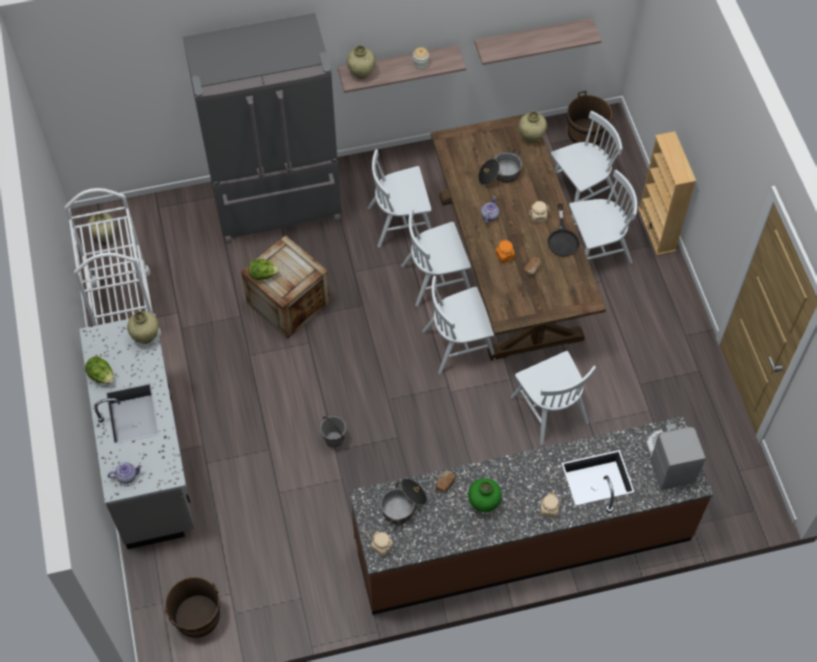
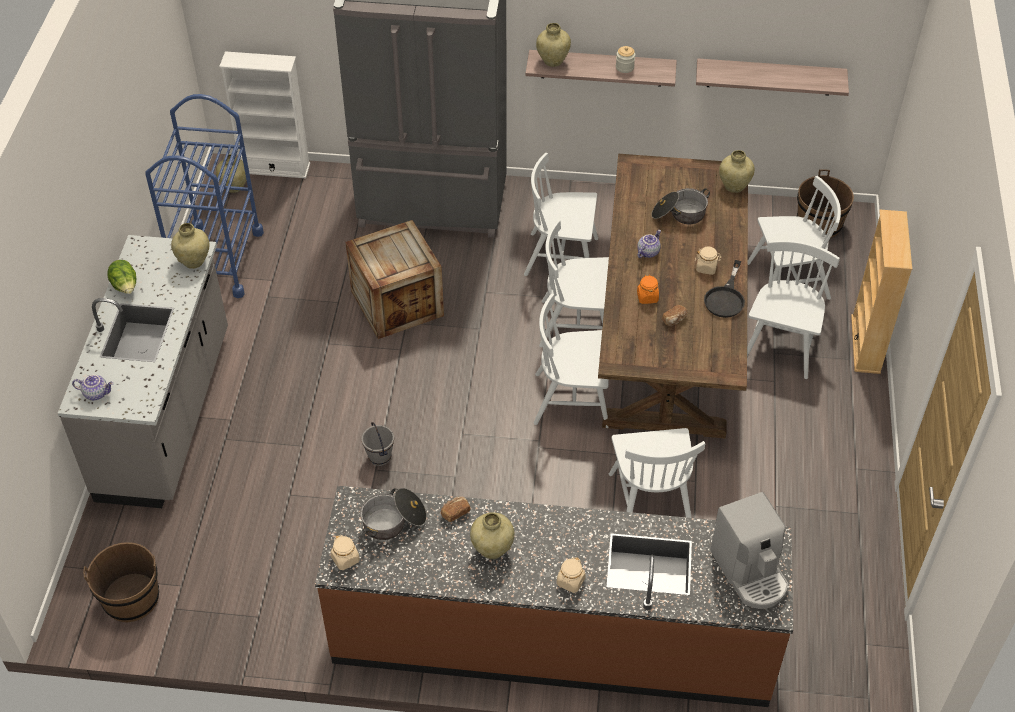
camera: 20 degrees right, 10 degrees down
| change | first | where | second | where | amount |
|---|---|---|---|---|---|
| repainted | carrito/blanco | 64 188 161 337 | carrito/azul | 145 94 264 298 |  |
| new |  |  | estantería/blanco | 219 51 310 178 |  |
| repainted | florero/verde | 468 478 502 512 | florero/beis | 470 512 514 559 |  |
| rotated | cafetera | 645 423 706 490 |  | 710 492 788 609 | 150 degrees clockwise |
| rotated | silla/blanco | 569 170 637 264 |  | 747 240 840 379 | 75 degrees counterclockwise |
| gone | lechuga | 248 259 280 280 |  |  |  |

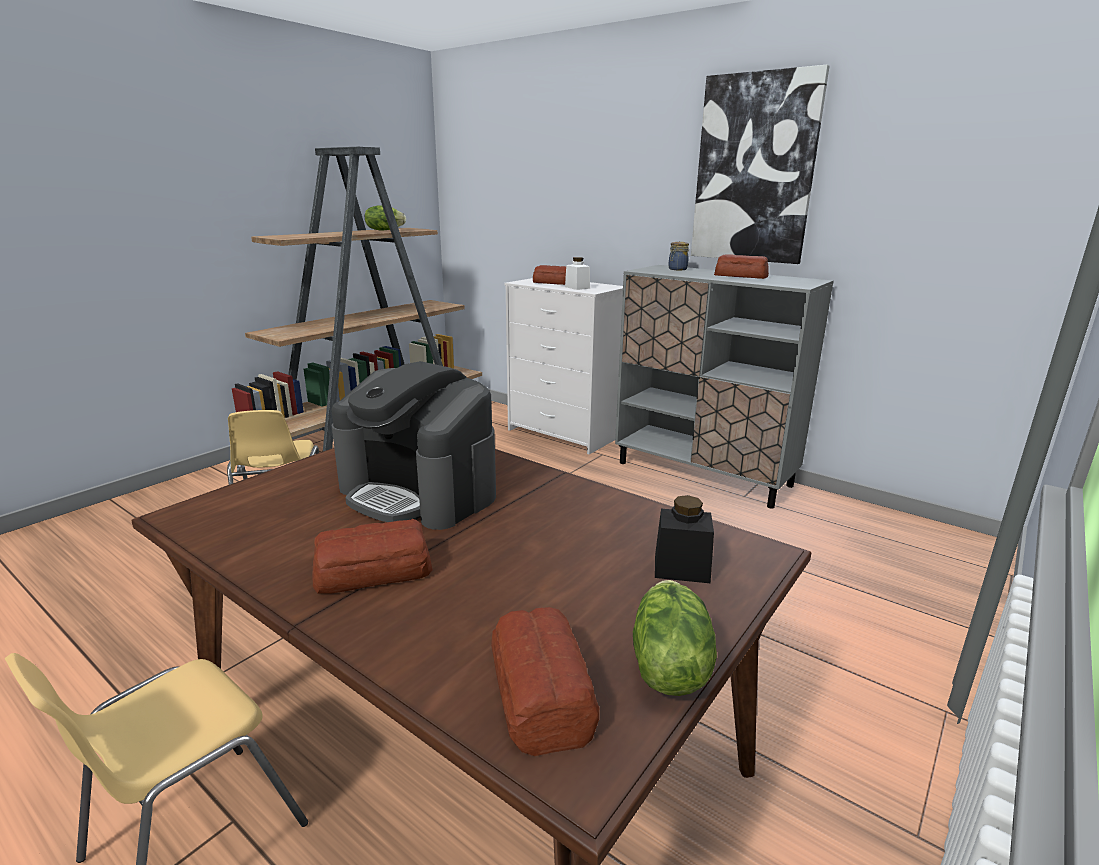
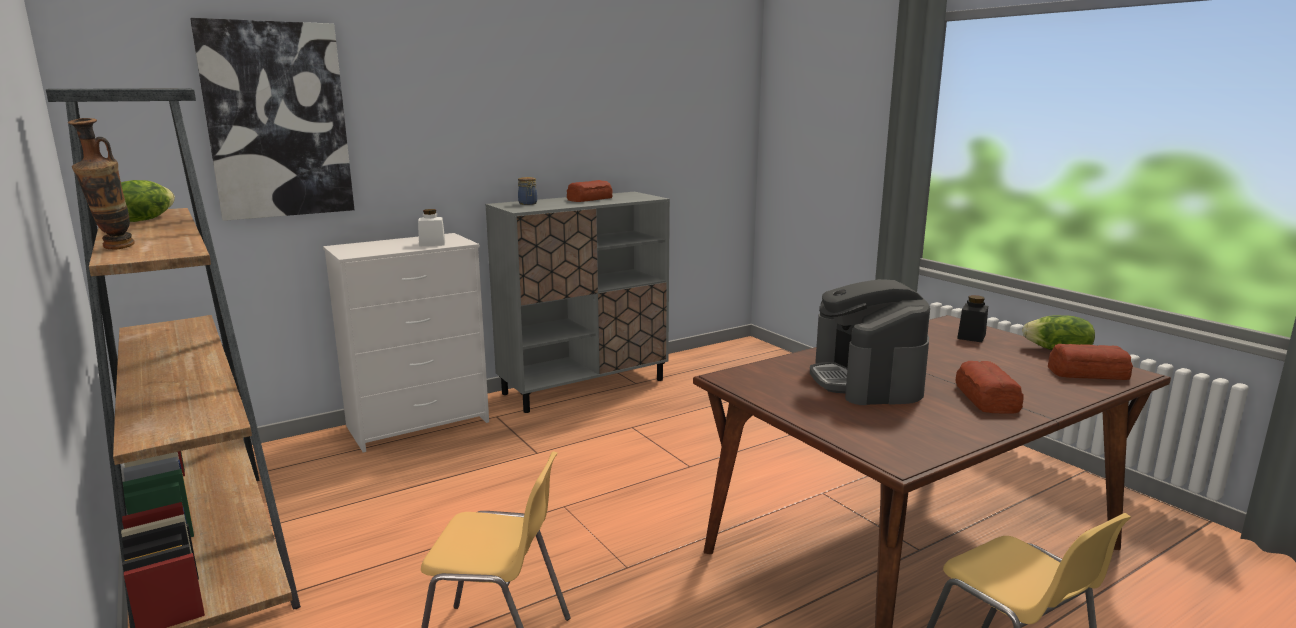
camera: 70 degrees left, 5 degrees down
| change | first | where | second | where | amount |
|---|---|---|---|---|---|
| new |  |  | florero | 68 118 135 250 |  |
| shifted | cuadro | 691 65 829 264 |  | 190 18 354 221 |  |
| rotated | cafetera | 331 361 496 530 |  | 810 279 930 405 | 120 degrees clockwise |
| gone | pan | 533 265 566 285 |  |  |  |

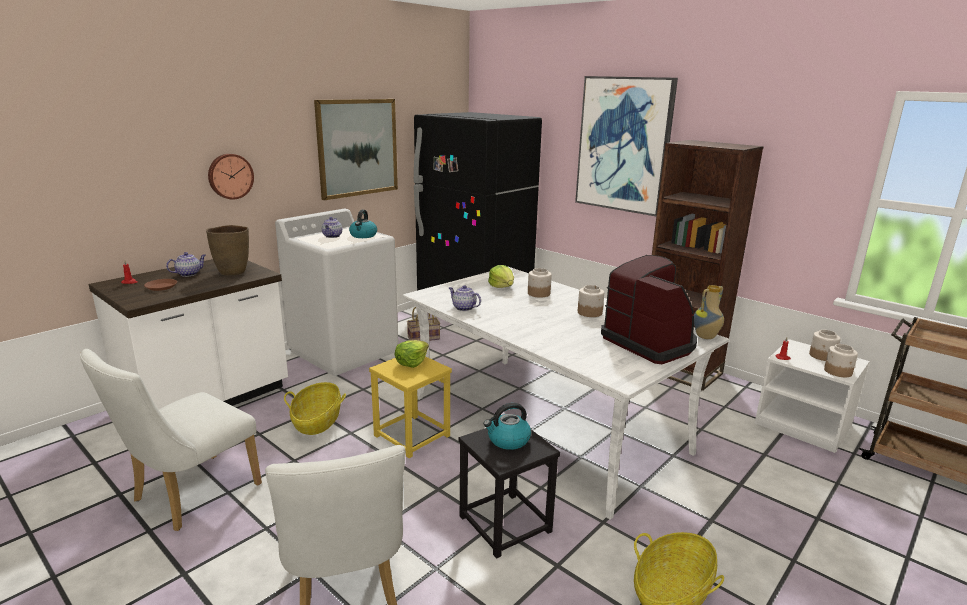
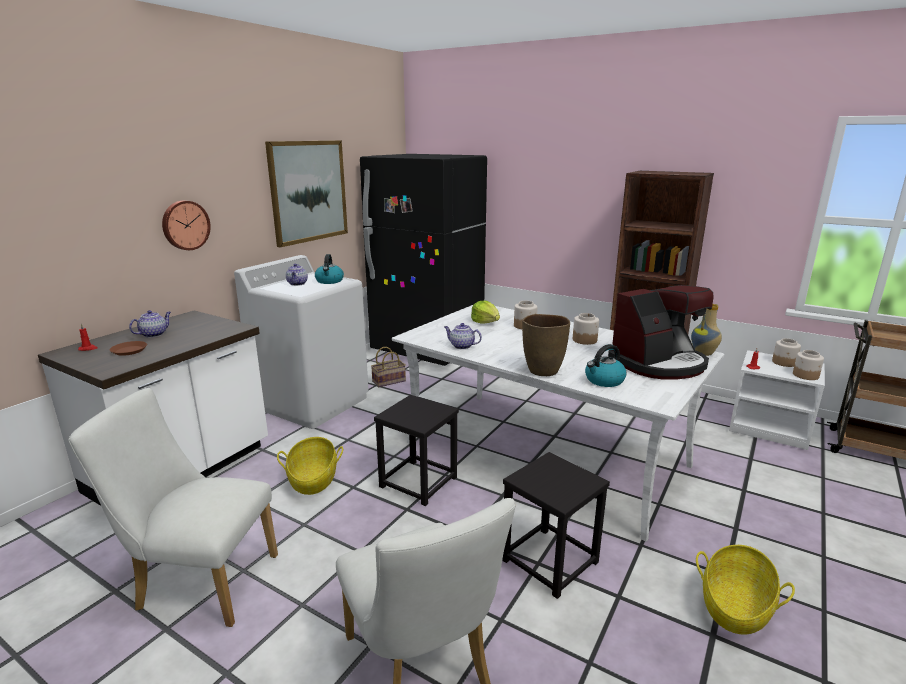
camera: 10 degrees left, 0 degrees up
| change | first | where | second | where | amount |
|---|---|---|---|---|---|
| rotated | silla/blanco | 80 349 262 531 |  | 69 388 278 627 | 75 degrees clockwise |
| repainted | taburete/amarillo | 369 356 452 458 | taburete/negro | 374 395 459 506 |  |
| shifted | florero/marrón | 206 225 249 276 |  | 522 314 570 376 |  |
| shifted | hervidor | 484 403 531 450 |  | 585 344 627 387 |  |
| rotated | cafetera | 601 255 697 364 |  | 608 285 714 380 | 105 degrees clockwise |
| gone | lechuga | 395 340 429 368 |  |  |  |
| gone | cuadro | 575 76 678 216 |  |  |  |

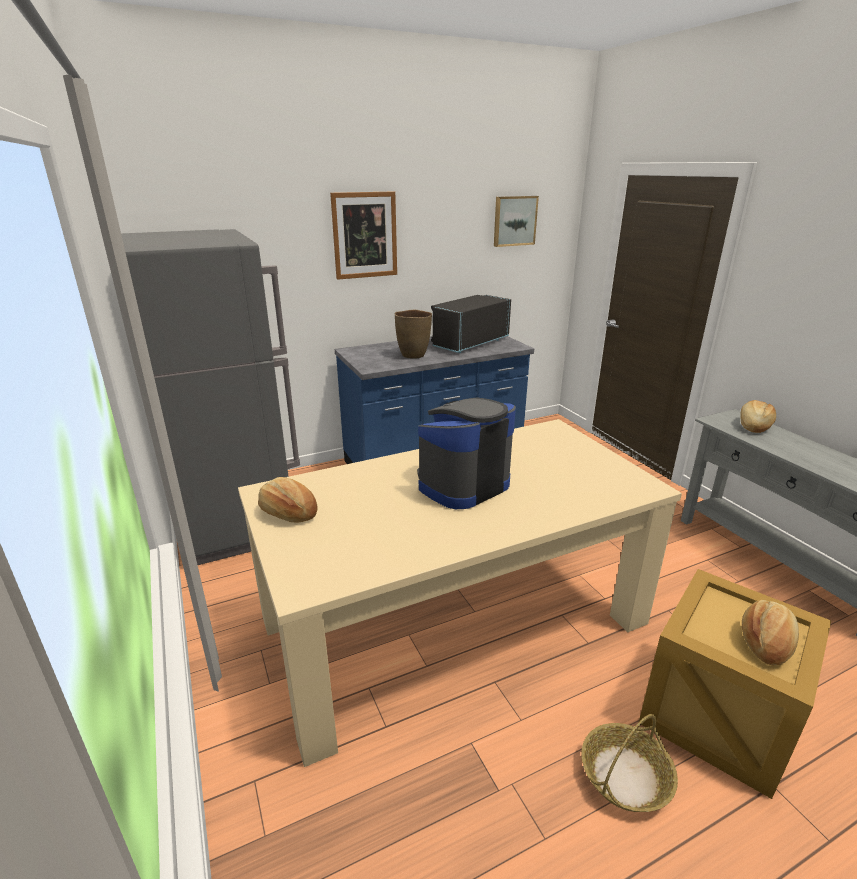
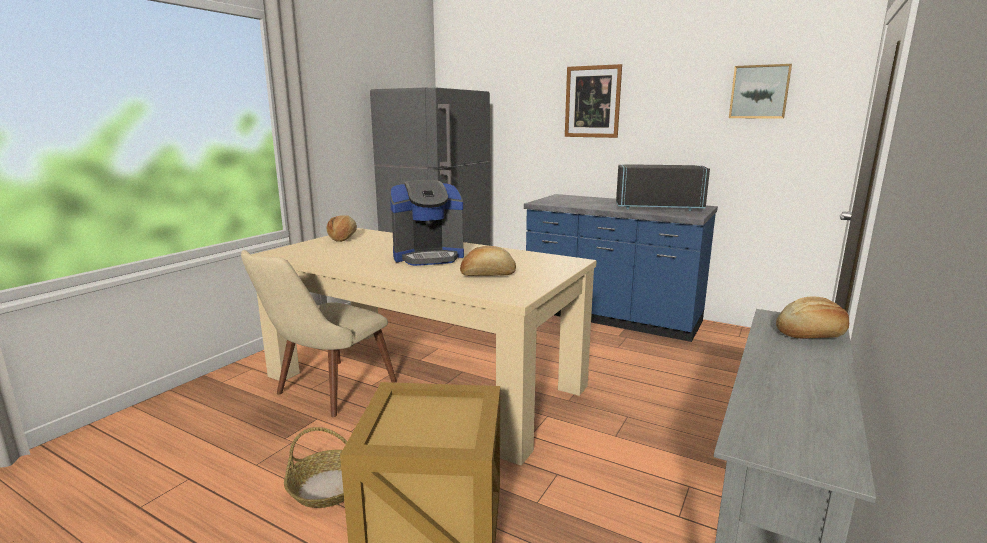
camera: 55 degrees right, 10 degrees down
| change | first | where | second | where | amount |
|---|---|---|---|---|---|
| new |  |  | silla/beis | 241 250 397 417 |  |
| rotated | cafetera | 417 398 516 509 |  | 390 180 464 266 | 150 degrees clockwise |
| shifted | pan | 742 600 799 666 |  | 460 246 516 276 |  |
| gone | florero/marrón | 395 310 432 359 |  |  |  |

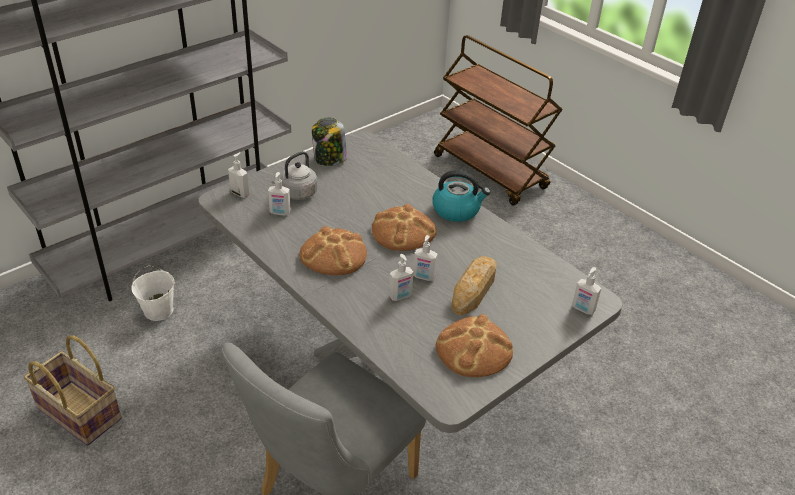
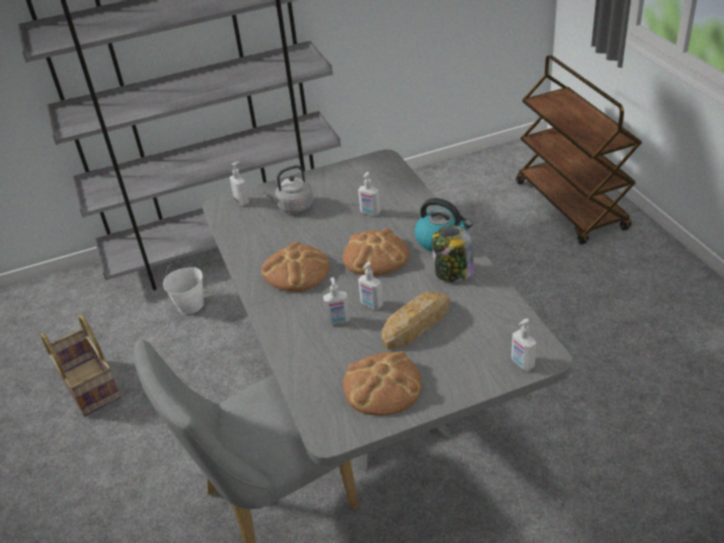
camera: 25 degrees right, 0 degrees up
| change | first | where | second | where | amount |
|---|---|---|---|---|---|
| shifted | dispensador de jabón | 268 172 291 216 |  | 358 172 381 216 |  |
| shifted | tarro | 312 118 347 166 |  | 432 225 474 282 |  |

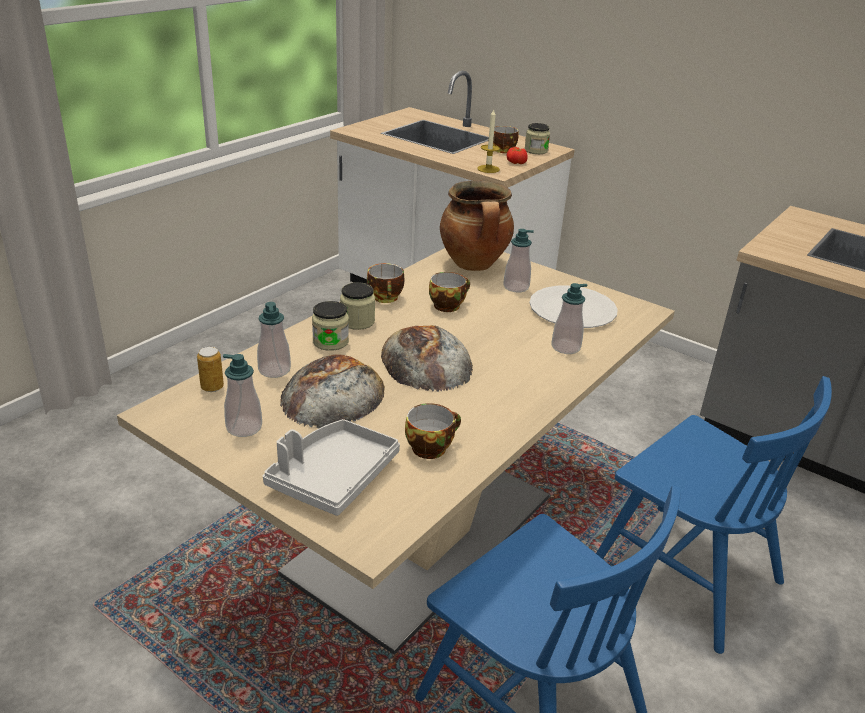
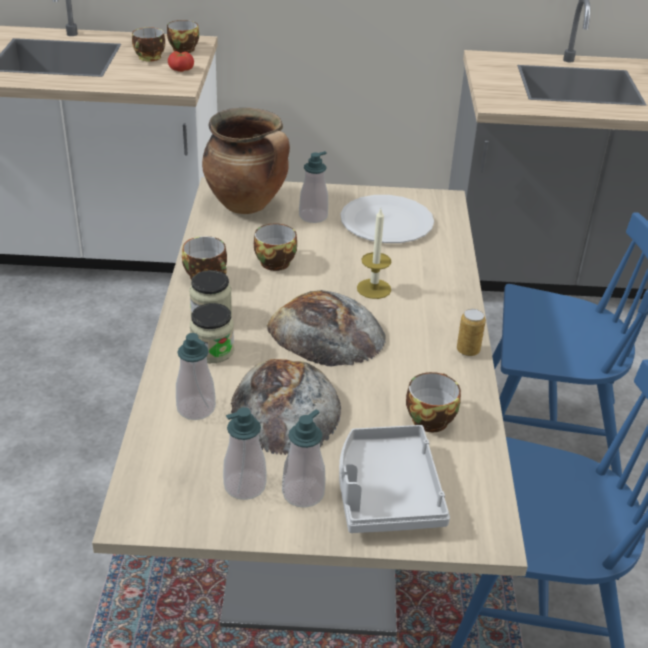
camera: 35 degrees left, 5 degrees up
| change | first | where | second | where | amount |
|---|---|---|---|---|---|
| swapped | tarro | 524 123 550 154 | taza | 167 20 199 53 |  |
| shifted | dispensador de jabón | 551 283 588 354 |  | 282 409 325 508 |  |
| shifted | vela | 477 109 500 173 |  | 357 209 391 299 |  |
| shifted | lata | 197 346 224 392 |  | 457 309 486 356 |  |

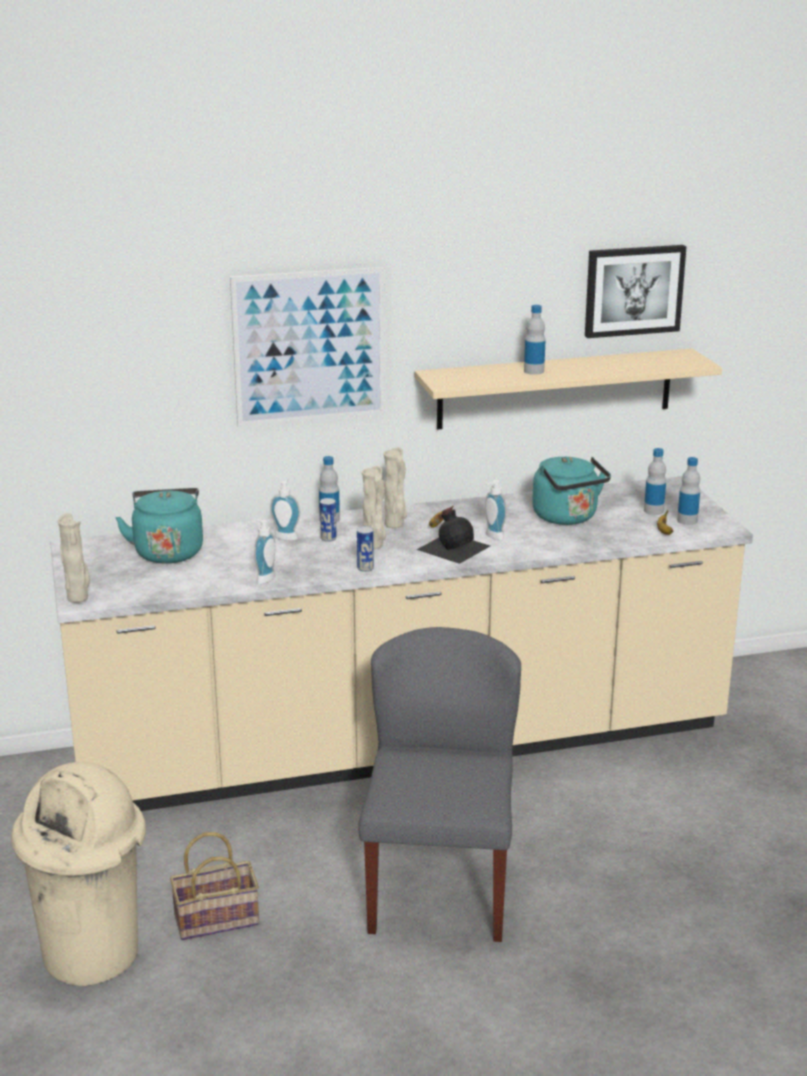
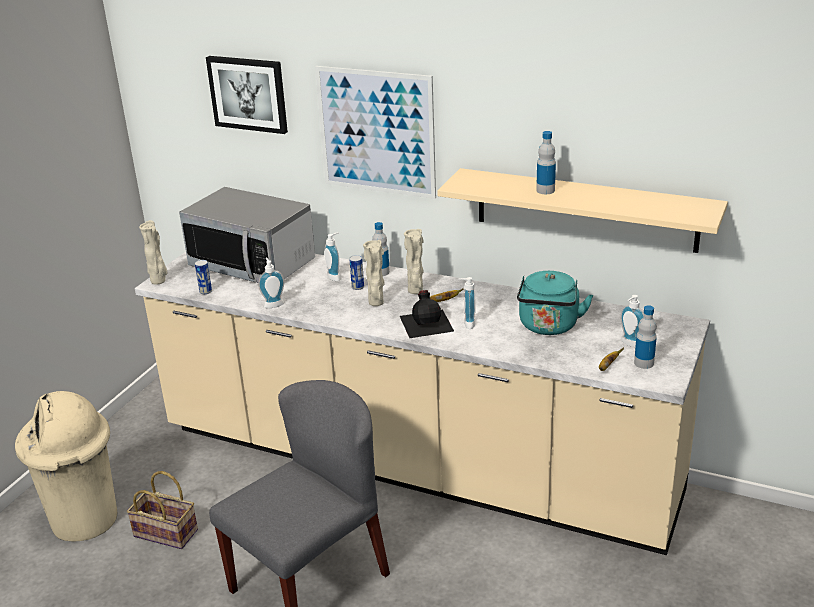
camera: 40 degrees right, 5 degrees up
| change | first | where | second | where | amount |
|---|---|---|---|---|---|
| swapped | hervidor/turquesa | 115 488 203 564 | microondas | 179 187 315 283 |  |
| shifted | lata | 357 526 374 572 |  | 195 260 212 294 |  |
| shifted | cuadro | 585 245 687 338 |  | 206 56 288 134 |  |
| swapped | botella | 644 448 666 515 | dispensador de jabón | 620 295 644 347 |  |

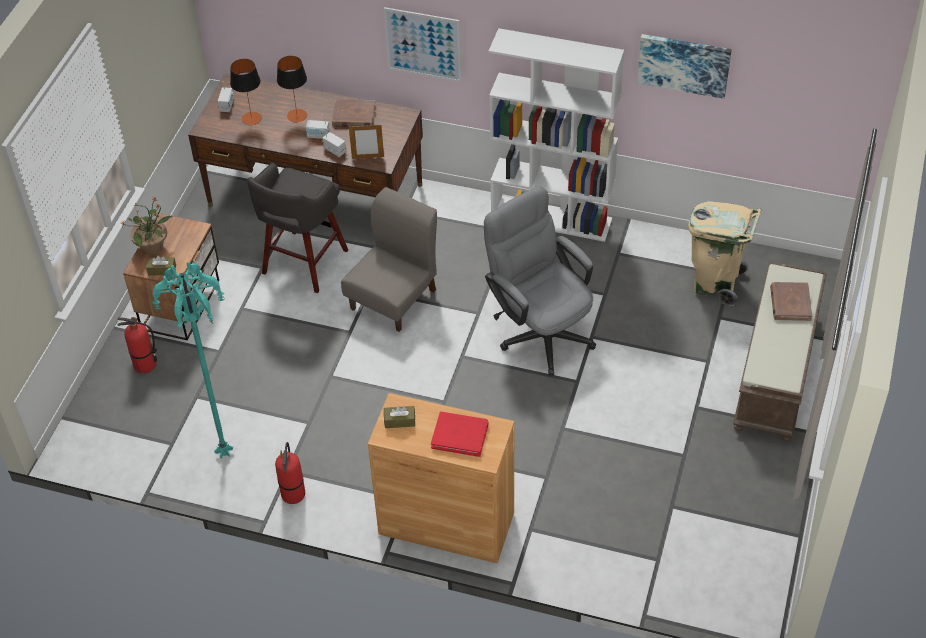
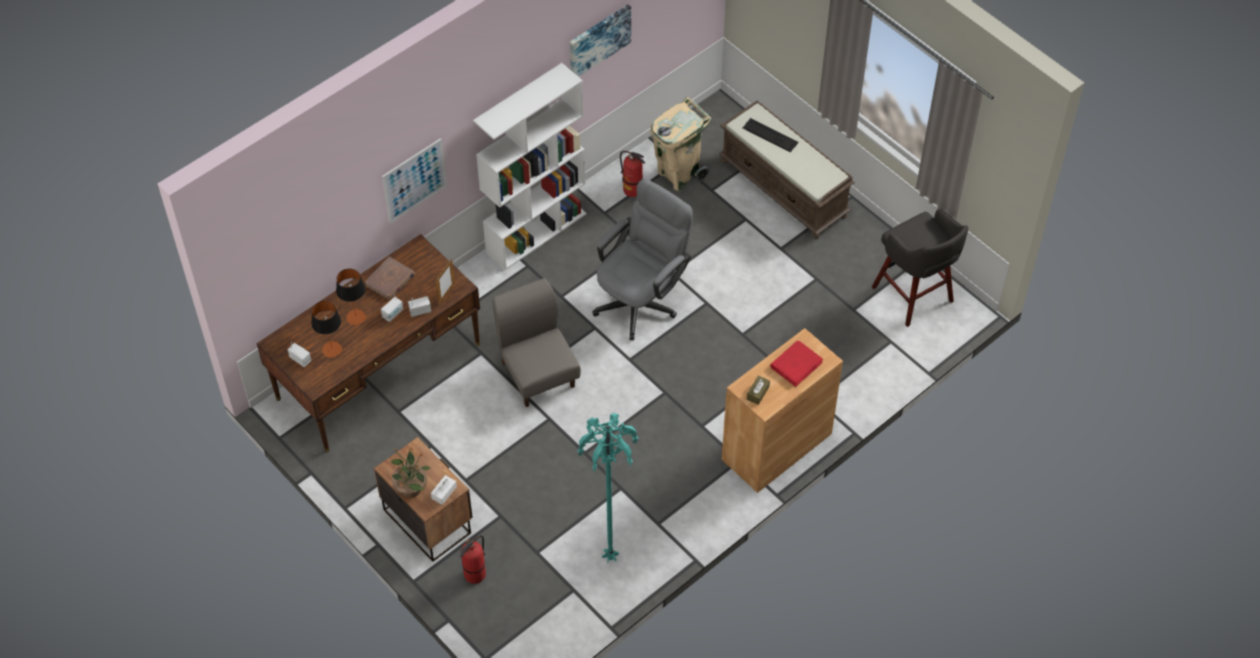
camera: 60 degrees left, 5 degrees up
| change | first | where | second | where | amount |
|---|---|---|---|---|---|
| repainted | caja de pañuelos/marrón | 146 256 176 275 | caja de pañuelos/blanco | 431 475 457 505 |  |
| rotated | silla de oficina/gris | 484 186 596 375 |  | 592 178 693 340 | 135 degrees clockwise |
| shifted | extintor | 275 442 305 504 |  | 620 151 645 197 |  |
| swapped | libro/marrón | 770 282 812 321 | teclado | 743 118 798 152 |  |
| shifted | taburete/gris | 247 162 348 293 |  | 872 209 968 327 |  |

